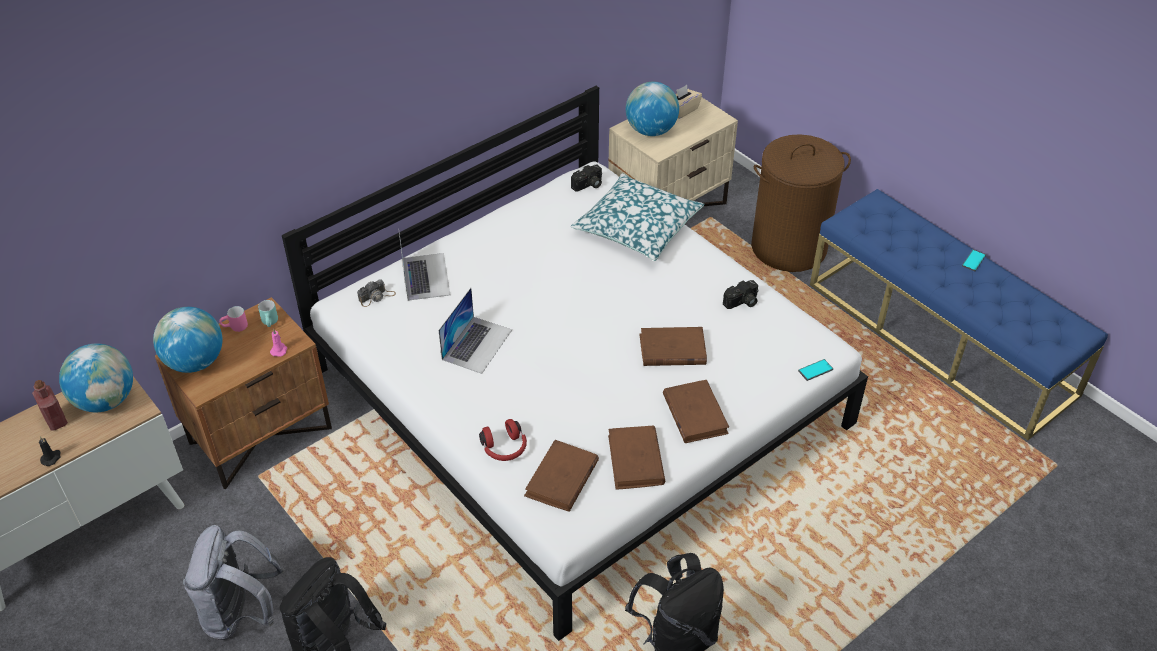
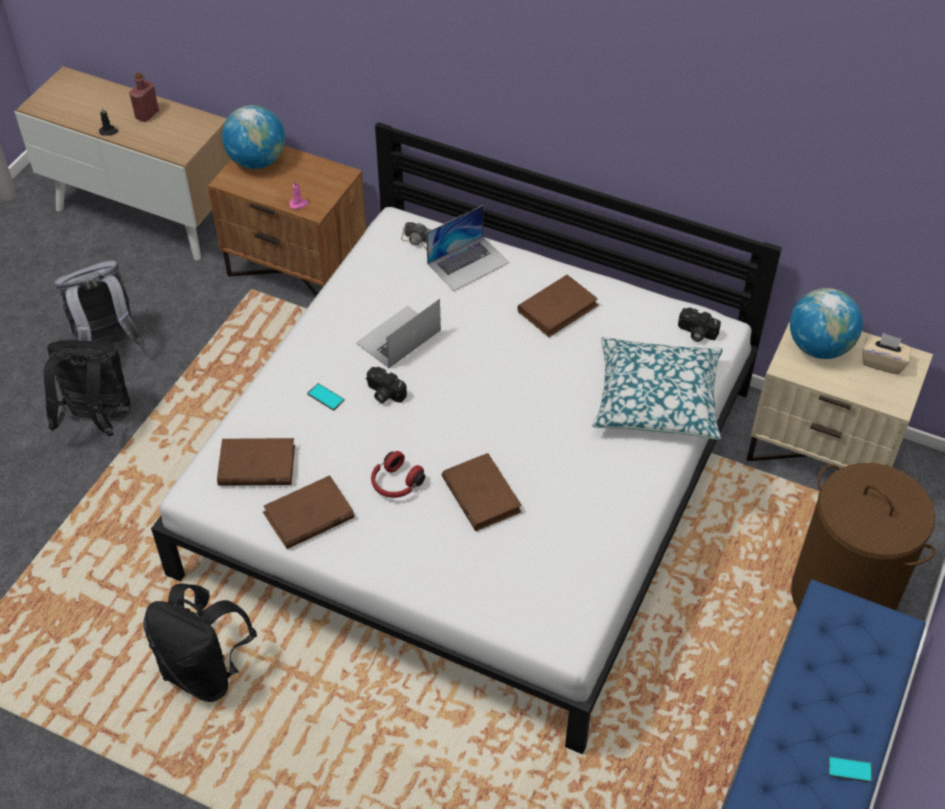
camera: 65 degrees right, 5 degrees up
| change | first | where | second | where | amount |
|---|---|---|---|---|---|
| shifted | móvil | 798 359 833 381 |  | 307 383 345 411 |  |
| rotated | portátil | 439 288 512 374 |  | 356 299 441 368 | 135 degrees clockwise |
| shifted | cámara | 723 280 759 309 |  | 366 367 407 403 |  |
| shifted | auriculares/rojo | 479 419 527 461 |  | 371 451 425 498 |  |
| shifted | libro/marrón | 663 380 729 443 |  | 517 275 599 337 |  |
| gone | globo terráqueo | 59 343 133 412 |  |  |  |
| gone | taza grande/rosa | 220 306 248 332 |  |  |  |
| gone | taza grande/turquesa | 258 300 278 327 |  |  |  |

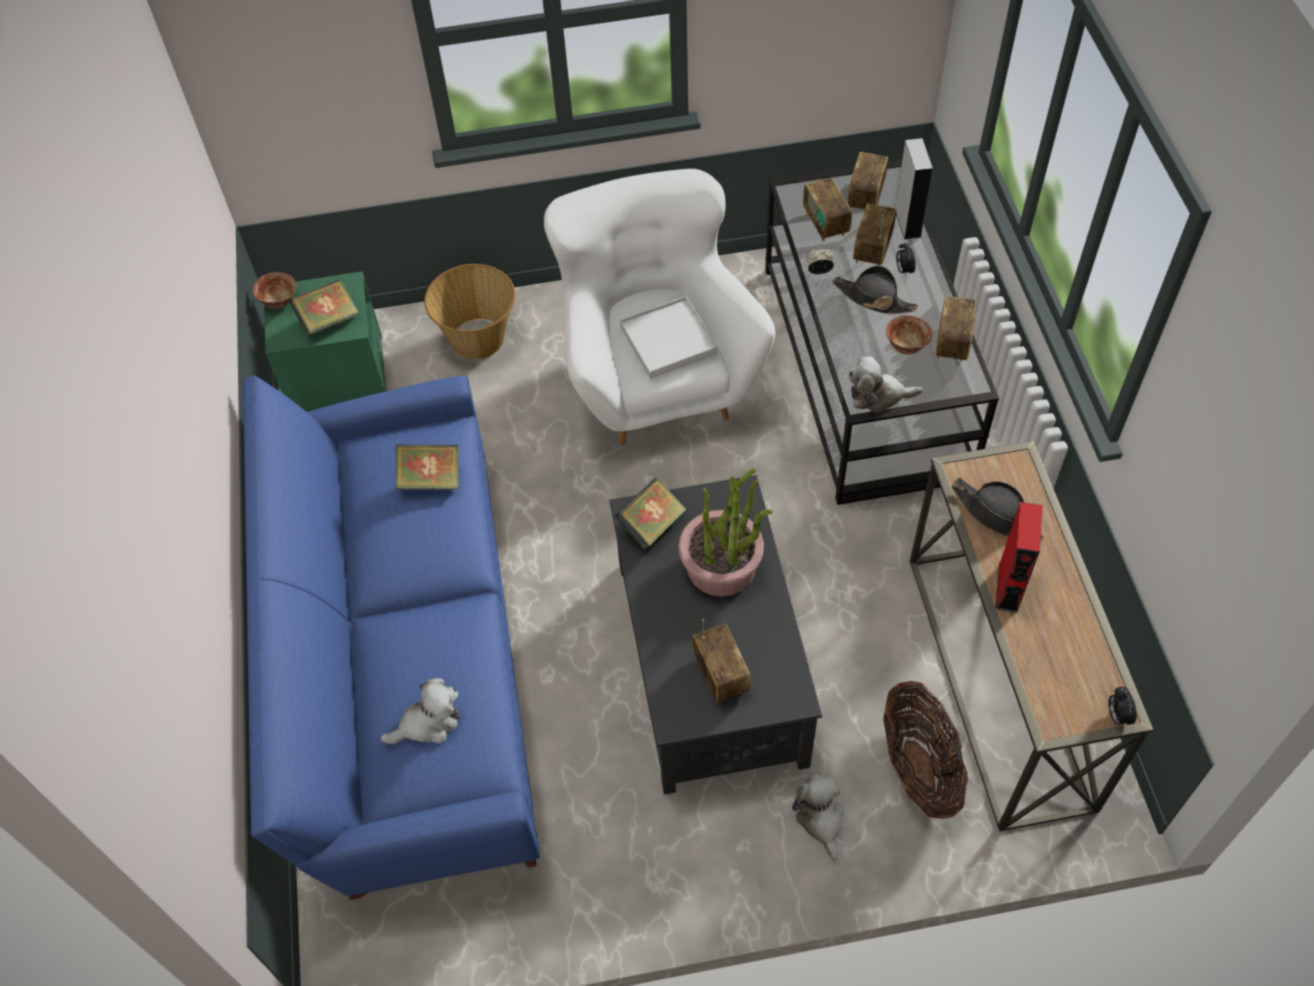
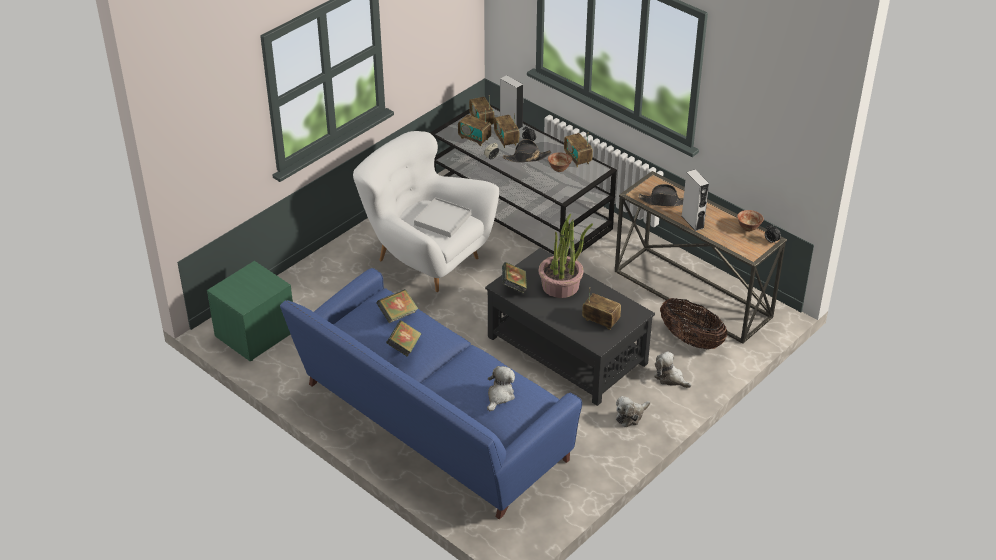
camera: 40 degrees left, 15 degrees down
| change | first | where | second | where | amount |
|---|---|---|---|---|---|
| shifted | libro | 289 279 359 336 |  | 386 320 422 357 |  |
| shifted | peluche | 849 357 923 413 |  | 616 396 650 427 |  |
| repainted | altavoz/rojo | 995 502 1043 613 | altavoz/gris | 682 170 709 231 |  |
| shifted | cuenco | 253 272 296 309 |  | 737 210 764 231 |  |
| gone | cesta | 424 264 515 359 |  |  |  |

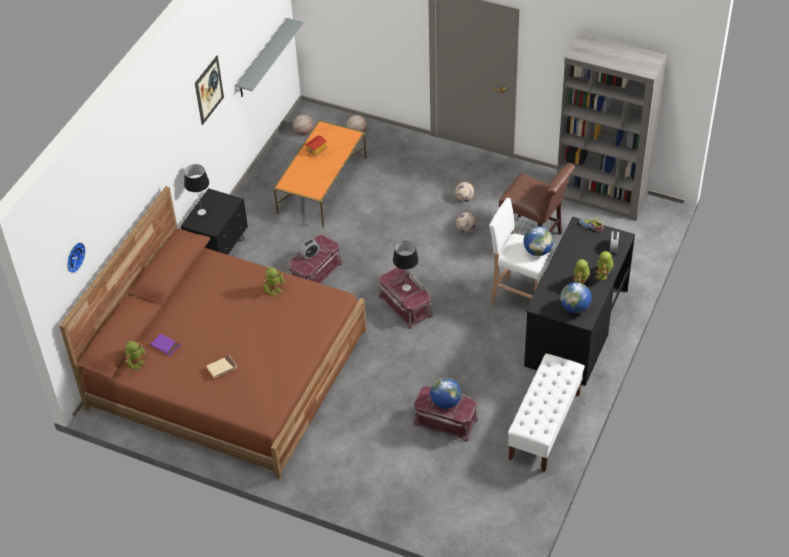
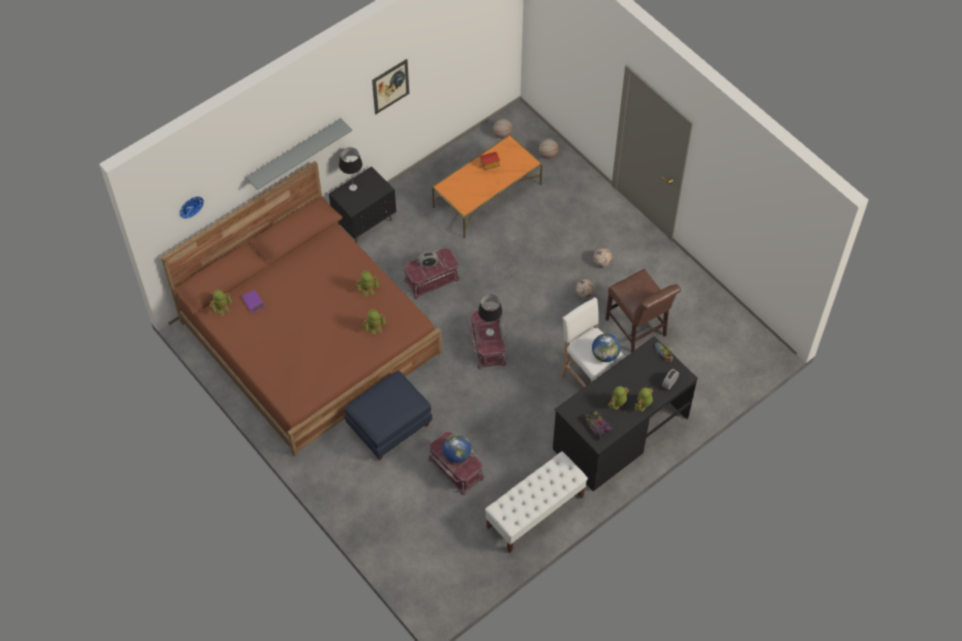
camera: 25 degrees right, 10 degrees up
| change | first | where | second | where | amount |
|---|---|---|---|---|---|
| shifted | estante/gris | 235 18 303 97 |  | 246 119 352 190 |  |
| new |  |  | puf/azul | 345 371 432 460 |  |
| new |  |  | robot de juguete | 363 309 386 336 |  |
| swapped | globo terráqueo | 560 282 592 313 | coche de juguete | 583 411 612 439 |  |
| gone | libro/beis | 206 356 237 378 |  |  |  |
| gone | estantería/gris | 557 33 667 221 |  |  |  |

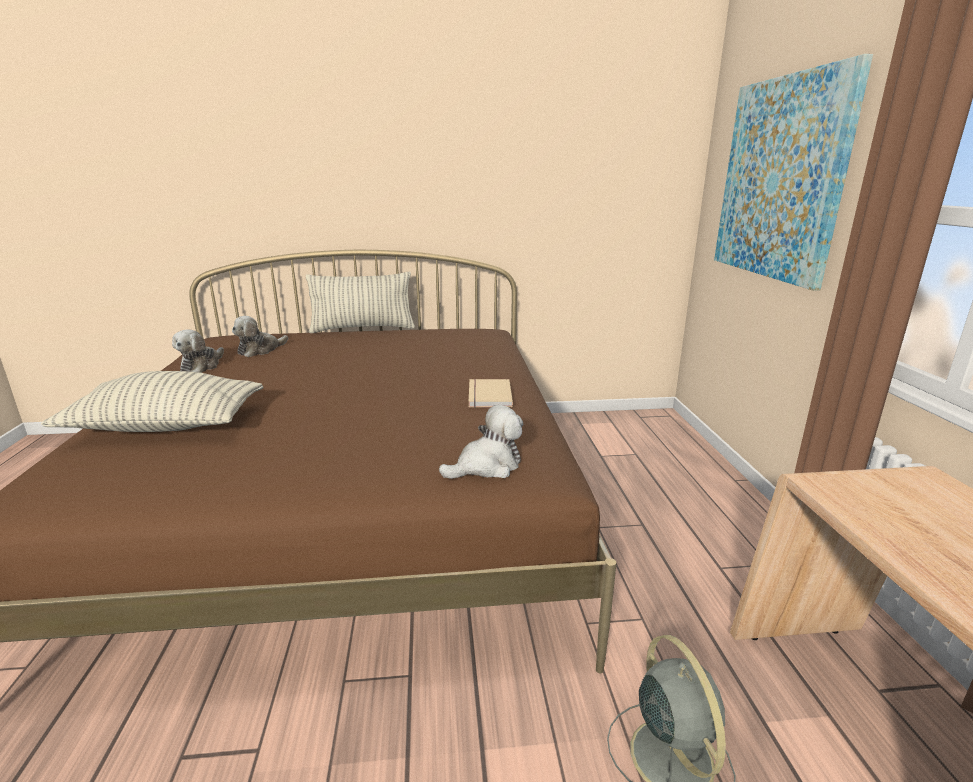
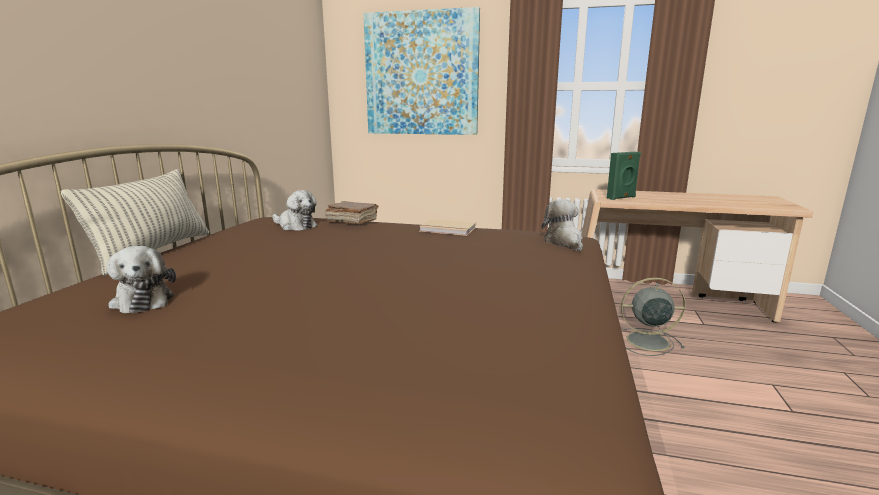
camera: 70 degrees left, 5 degrees down
| change | first | where | second | where | amount |
|---|---|---|---|---|---|
| shifted | peluche | 172 329 224 373 |  | 272 190 317 231 |  |
| new |  |  | libro/marrón | 325 201 379 224 |  |
| new |  |  | altavoz/verde | 607 152 641 200 |  |
| gone | cojín | 41 371 264 432 |  |  |  |

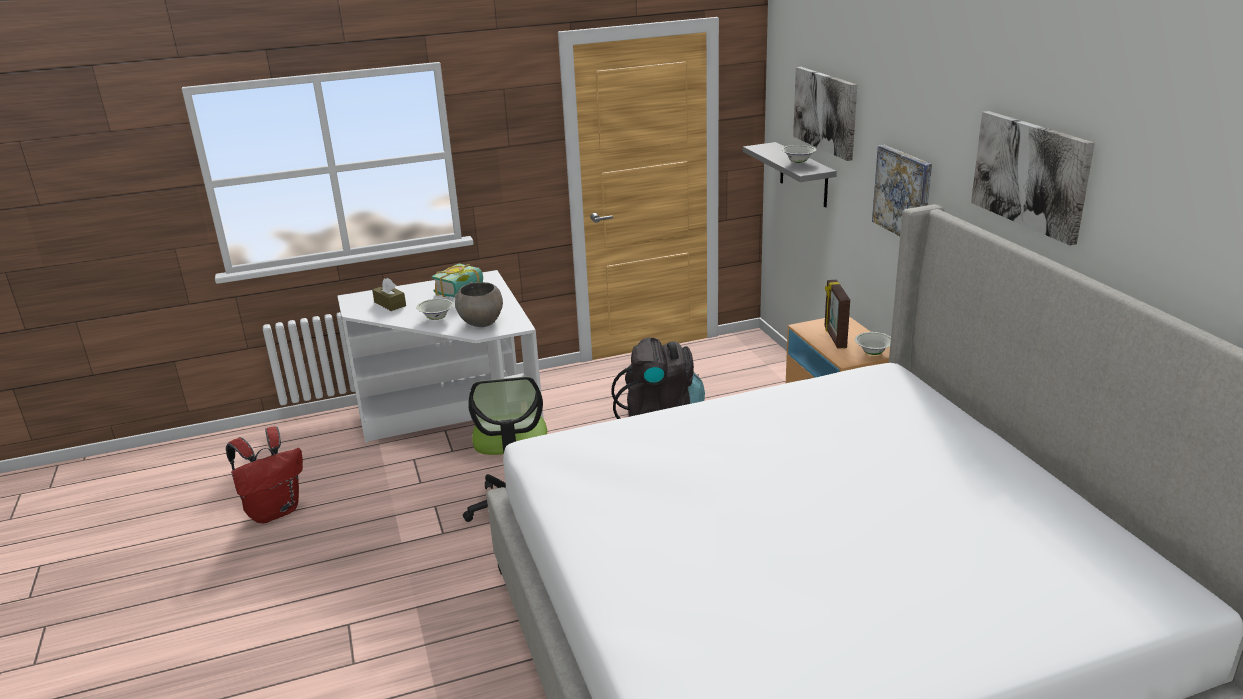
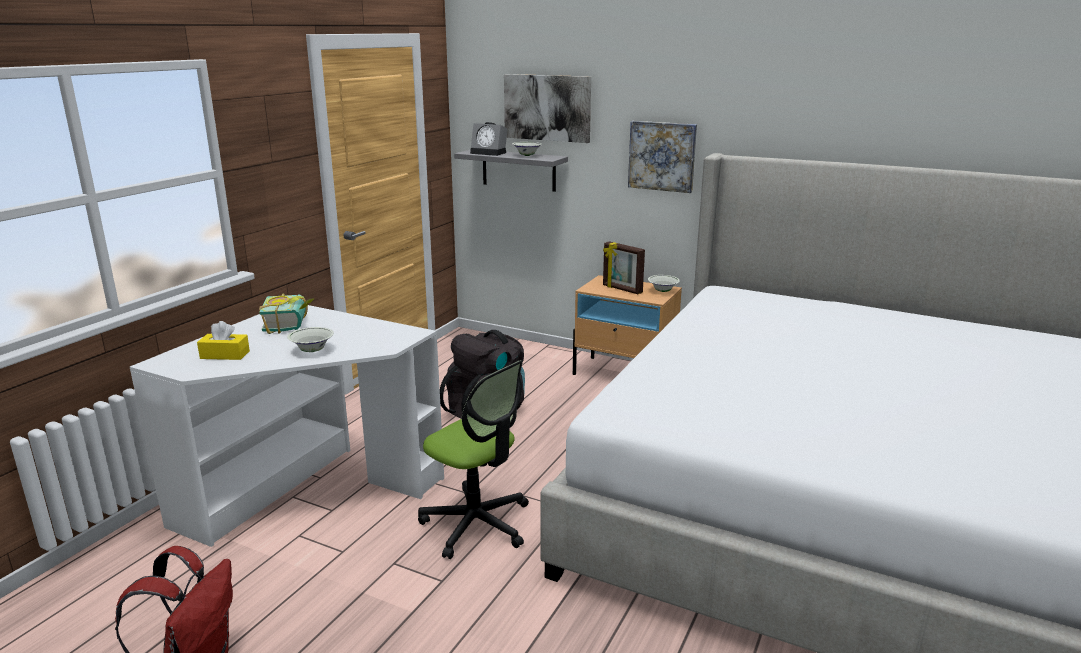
camera: 45 degrees left, 5 degrees down
| change | first | where | second | where | amount |
|---|---|---|---|---|---|
| repainted | caja de pañuelos/marrón | 372 278 406 311 | caja de pañuelos/amarillo | 197 321 250 360 |  |
| new |  |  | despertador | 470 122 508 156 |  |
| gone | cuenco/gris | 454 282 503 327 |  |  |  |
| gone | cuadro | 971 111 1095 245 |  |  |  |

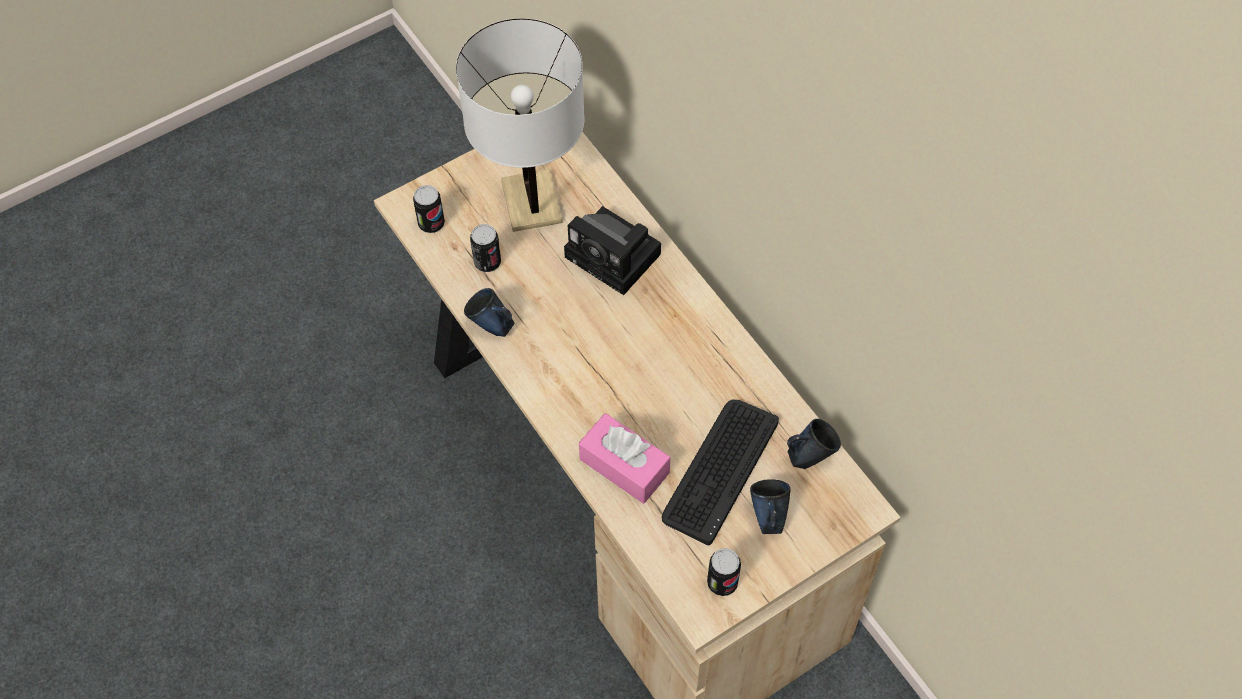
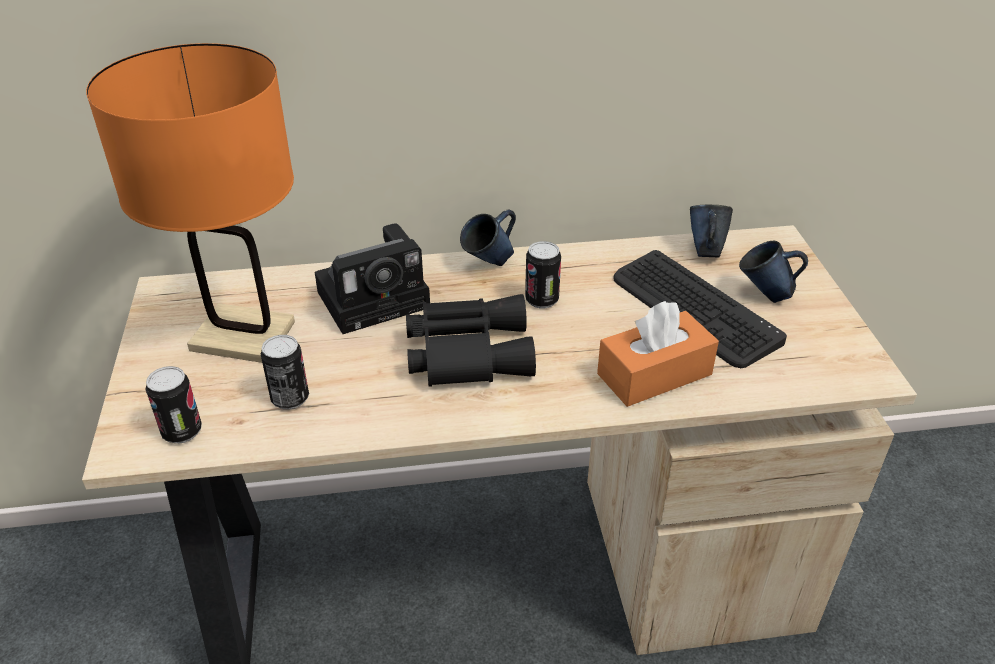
camera: 65 degrees left, 20 degrees down
| change | first | where | second | where | amount |
|---|---|---|---|---|---|
| repainted | lámpara de mesa/blanco | 456 18 585 232 | lámpara de mesa/naranja | 86 43 295 363 |  |
| new |  |  | prismáticos/negro | 406 294 536 387 |  |
| shifted | taza grande/azul | 464 288 514 337 |  | 460 210 516 266 |  |
| shifted | lata | 707 548 741 596 |  | 525 241 561 309 |  |
| repainted | caja de pañuelos/rosa | 579 413 670 504 | caja de pañuelos/naranja | 597 301 719 407 |  |

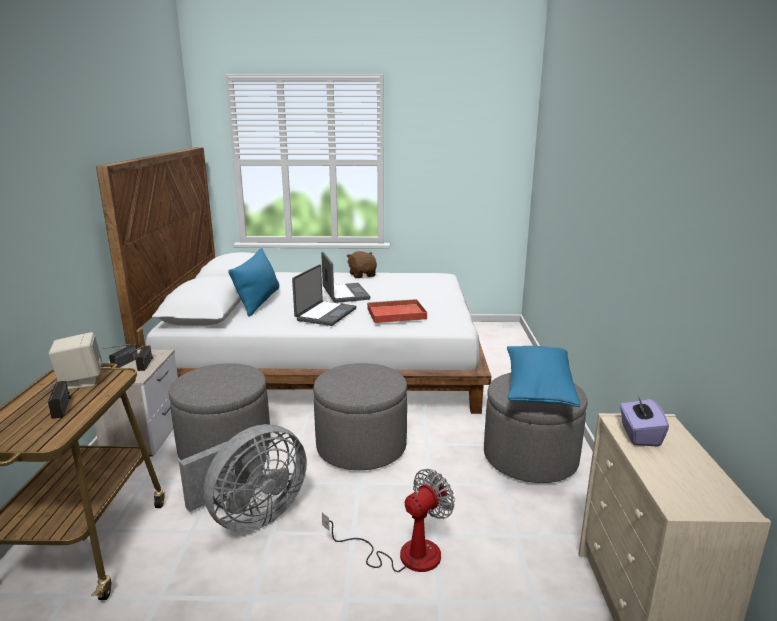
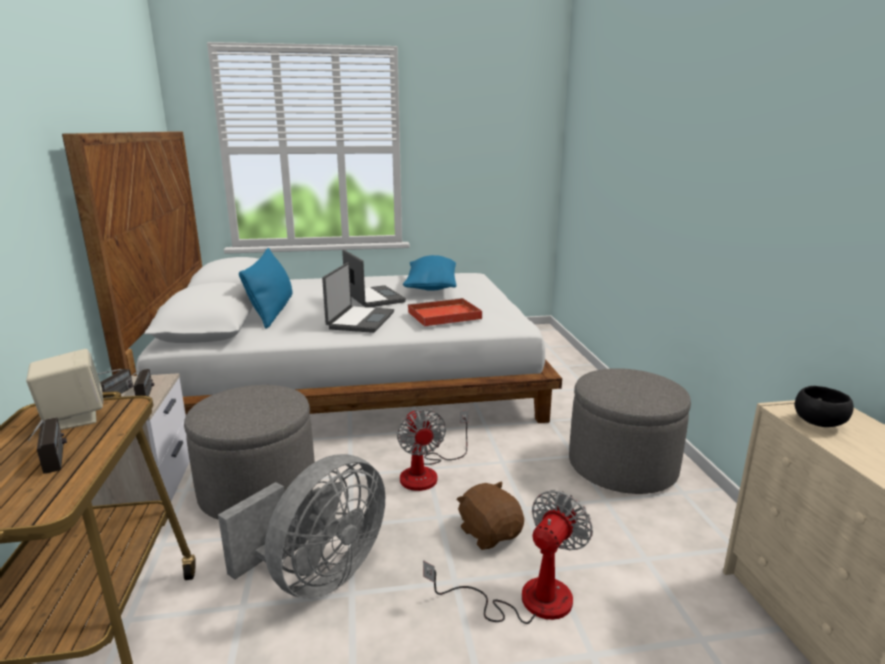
camera: 10 degrees left, 0 degrees up
| change | first | where | second | where | amount |
|---|---|---|---|---|---|
| swapped | puf/gris | 313 363 407 470 | ventilador | 397 409 469 491 |  |
| shifted | cojín/azul | 507 346 580 407 |  | 403 255 456 290 |  |
| shifted | peluche/marrón | 346 251 377 278 |  | 456 481 524 550 |  |
| swapped | caja de pañuelos/morado | 620 396 669 447 | cuenco/negro | 795 386 854 427 |  |

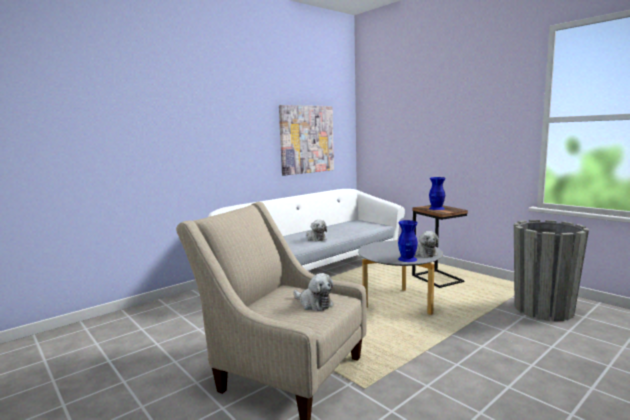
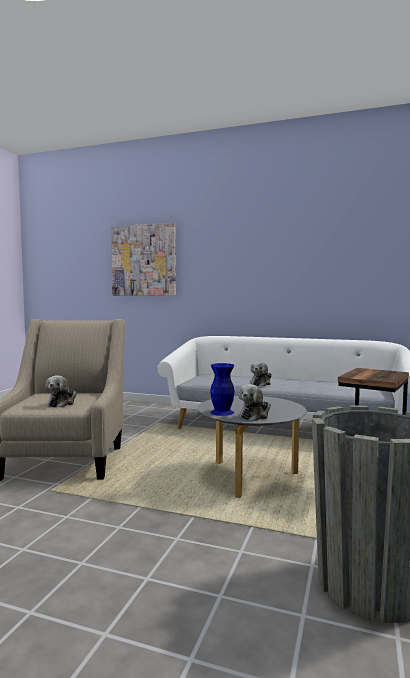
camera: 60 degrees right, 5 degrees down
| change | first | where | second | where | amount |
|---|---|---|---|---|---|
| shifted | cuadro | 279 105 334 176 |  | 111 223 176 295 |  |
| gone | florero/azul | 429 177 446 210 |  |  |  |

